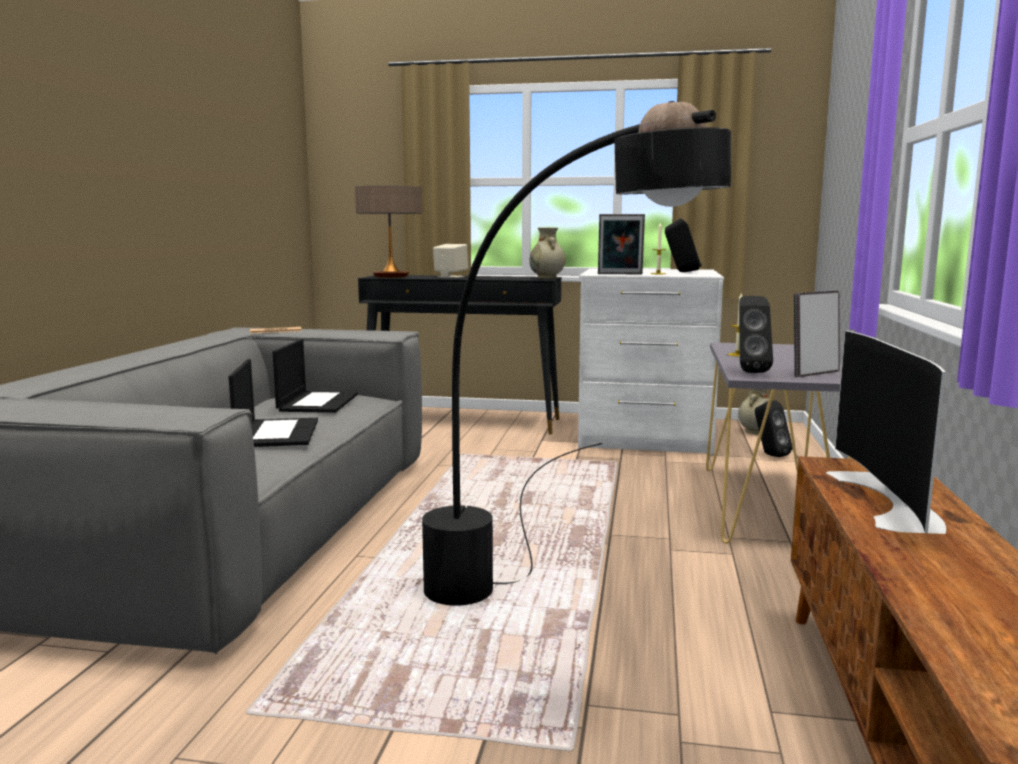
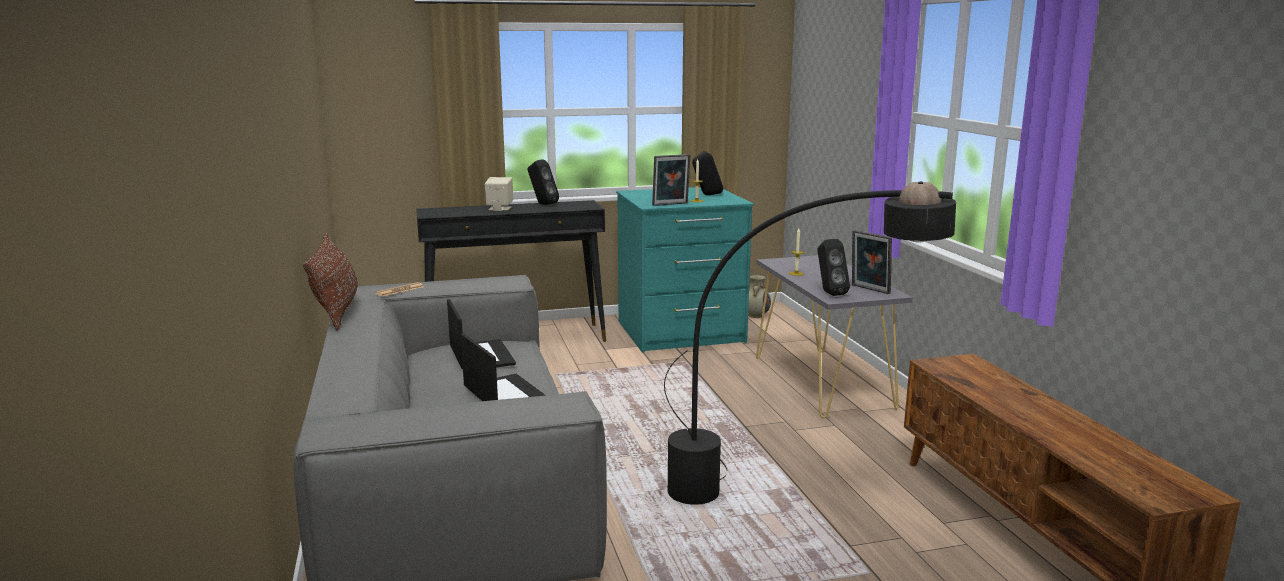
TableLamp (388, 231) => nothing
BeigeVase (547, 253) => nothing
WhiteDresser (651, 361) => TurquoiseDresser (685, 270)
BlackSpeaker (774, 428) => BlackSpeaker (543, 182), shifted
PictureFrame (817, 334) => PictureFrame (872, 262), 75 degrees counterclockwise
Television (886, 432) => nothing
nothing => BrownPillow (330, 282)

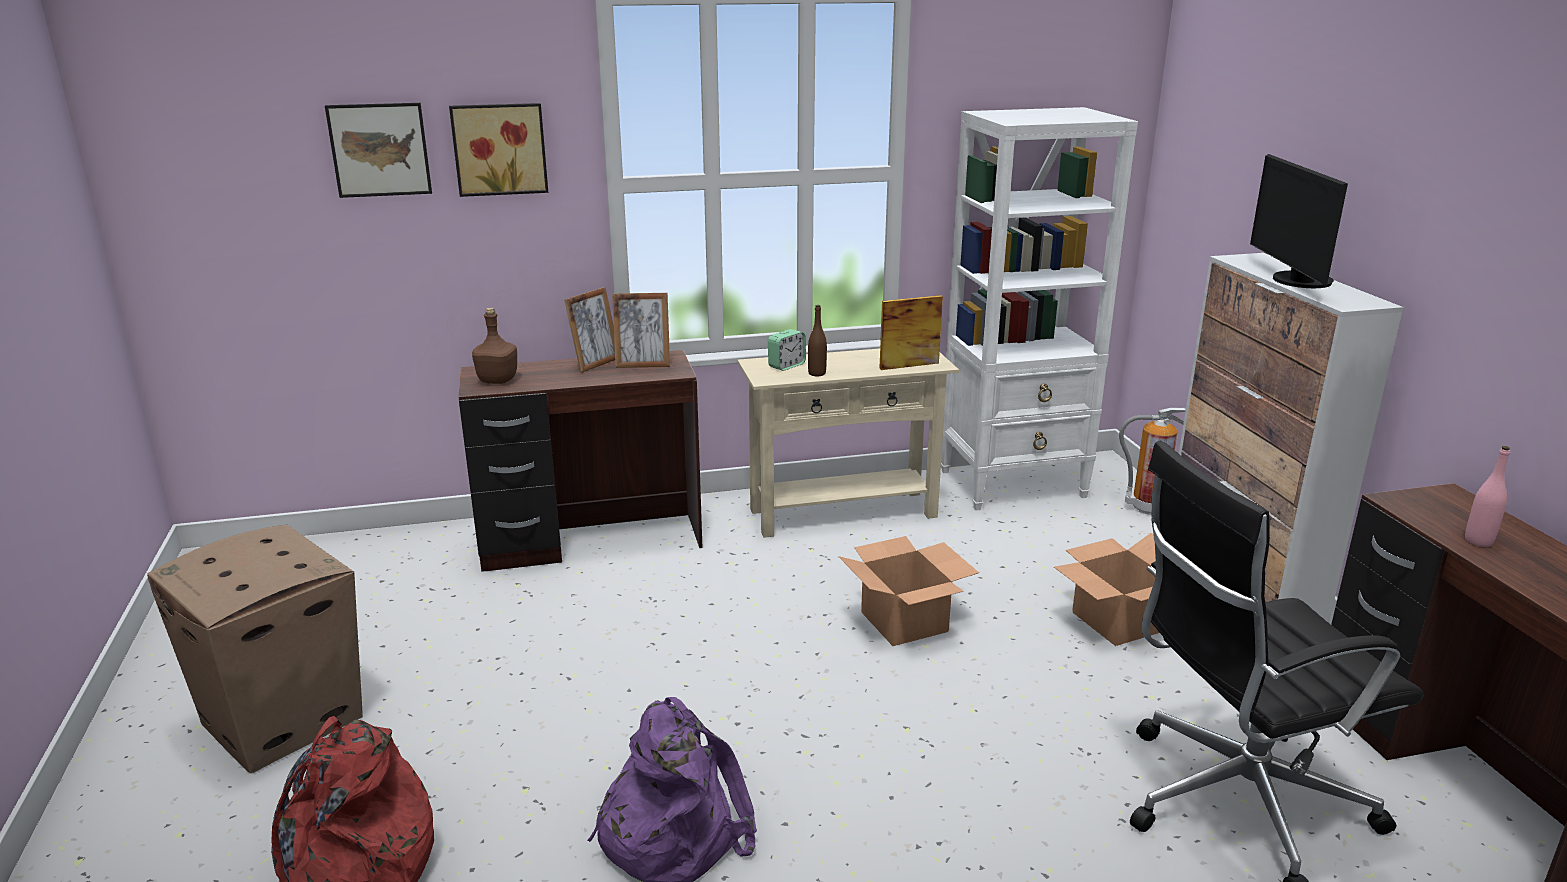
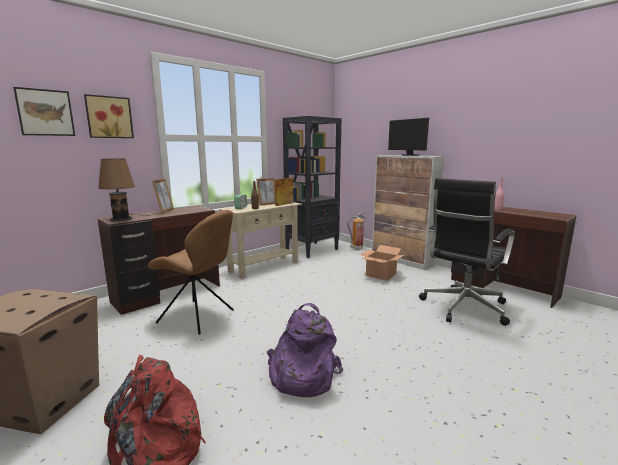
BrownBottle (494, 345) => BrownTableLamp (124, 189)
PictureFrame (641, 330) => PictureFrame (265, 192), shifted
CardboardBox (909, 591) => nothing
WhiteBookcase (1039, 308) => BlackBookcase (312, 187)
nothing => BrownChair (191, 272)

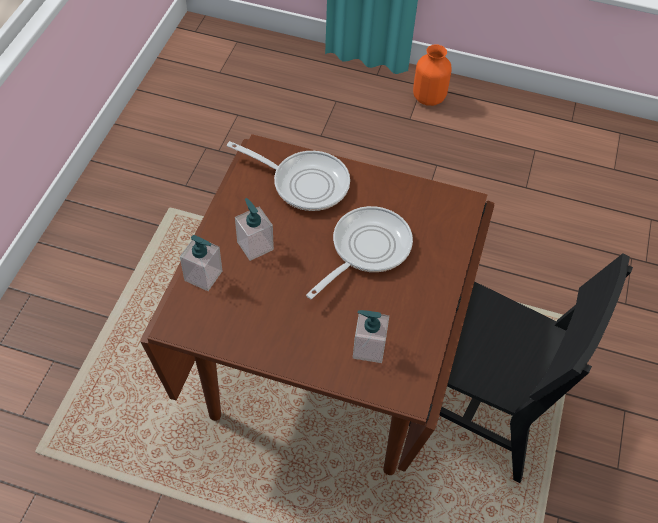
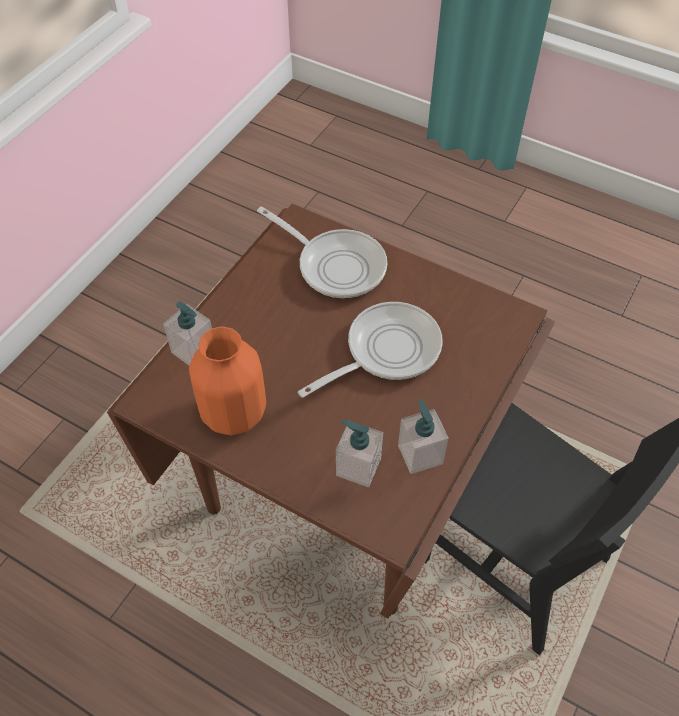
SoapDispenser (254, 229) => SoapDispenser (423, 436), shifted
OrangeVase (432, 75) => OrangeVase (227, 380), shifted

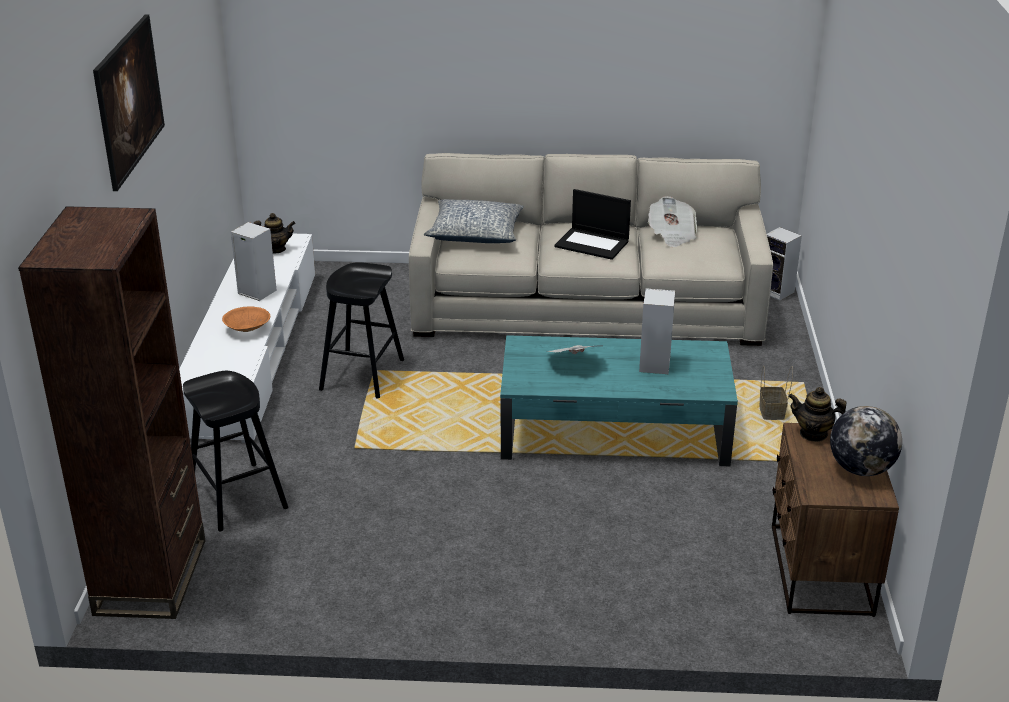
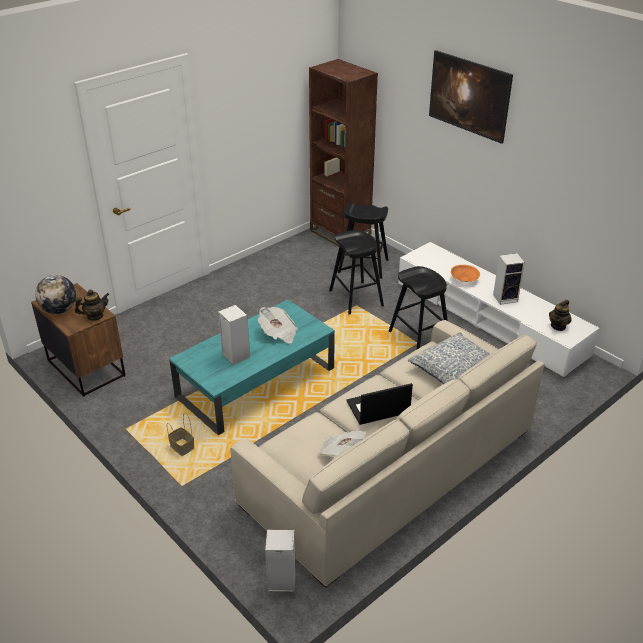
nothing => BlackStool (356, 272)

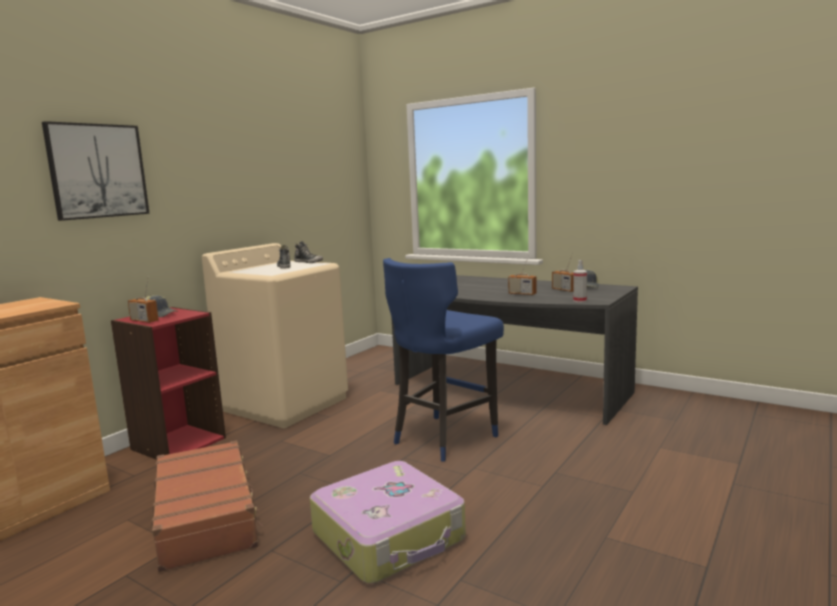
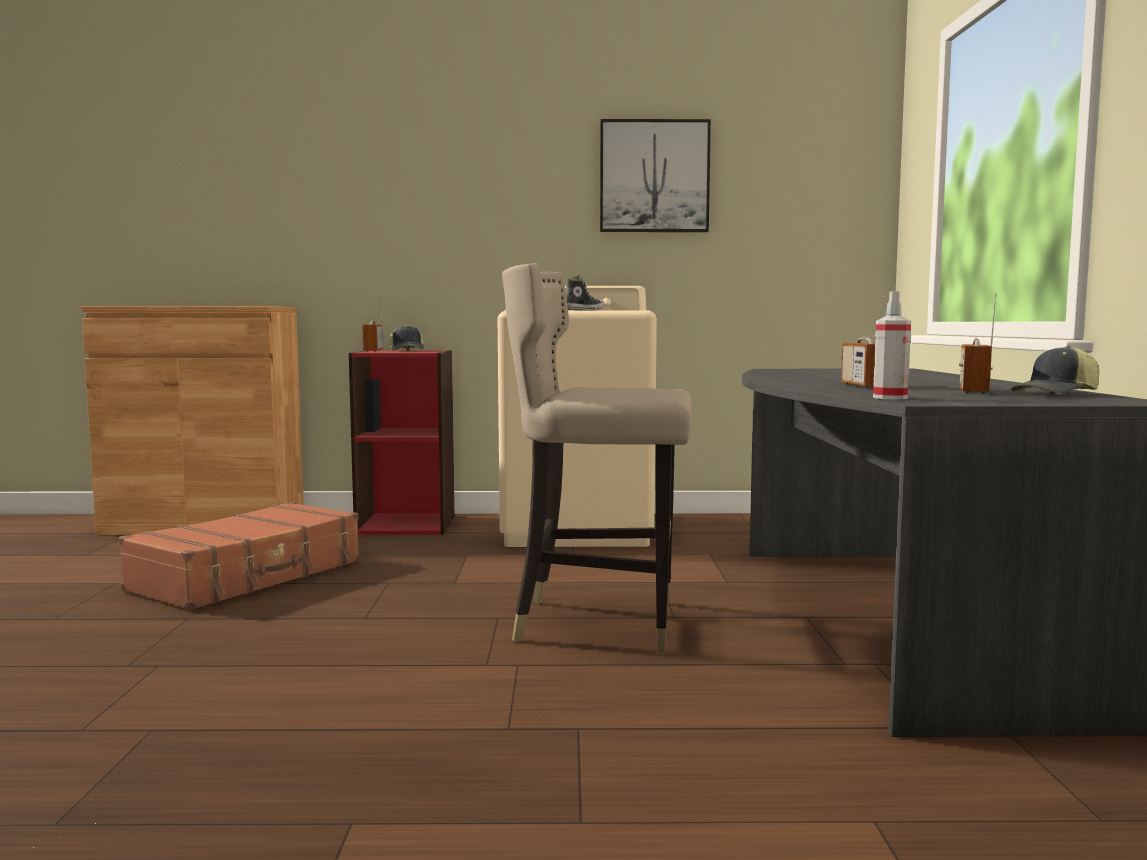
Picture (96, 171) => Picture (655, 175), shifted
Shoe (308, 252) => nothing
Suitcase (388, 522) => nothing
BlueStool (443, 360) => BeigeStool (597, 459)

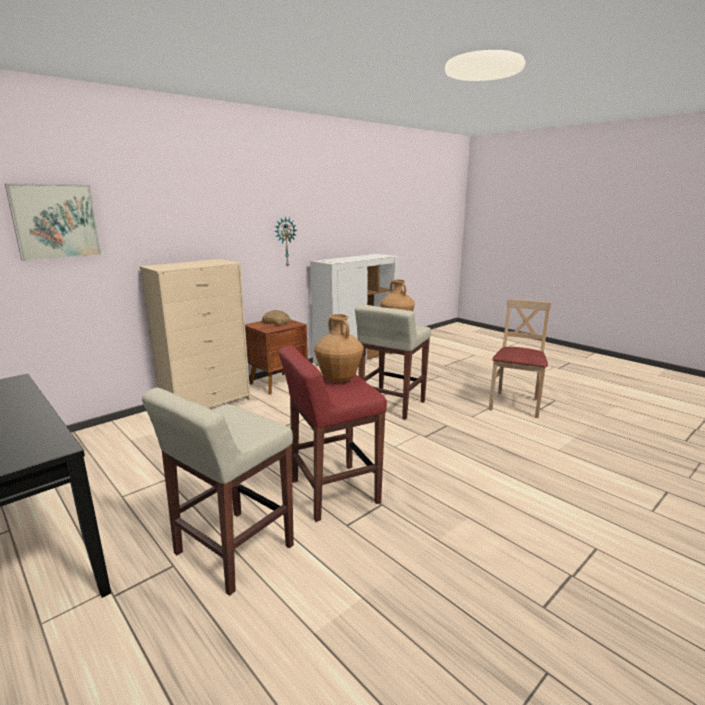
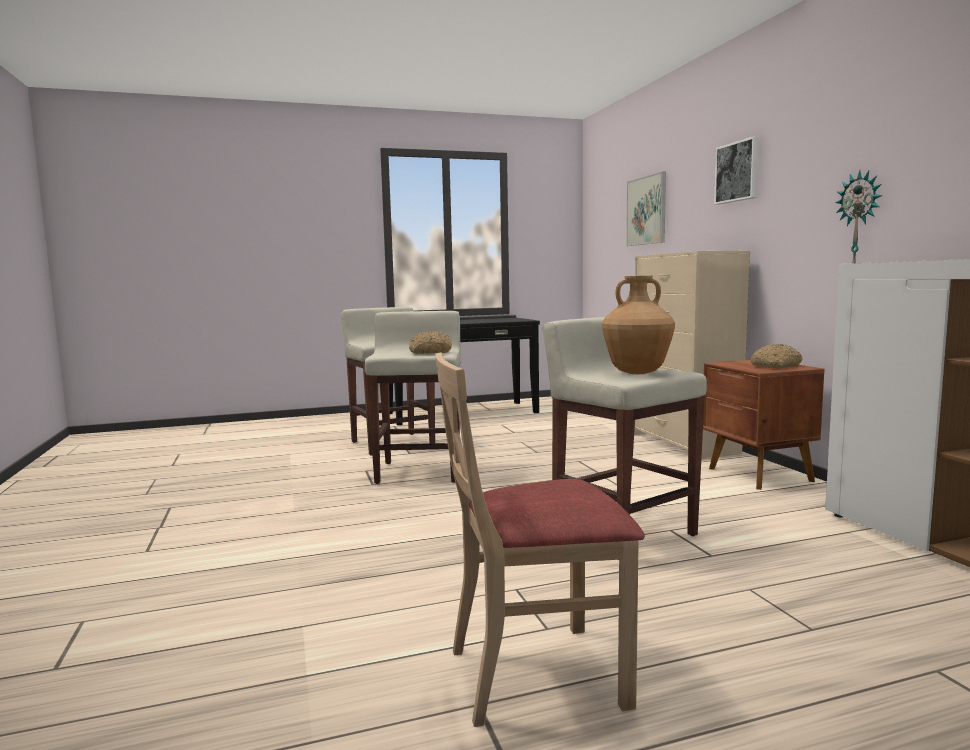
RedStool (333, 434) => BeigeStool (413, 397)
BrownVase (338, 348) => Bread (430, 342)
BeigeChair (520, 358) => BeigeChair (540, 540), 120 degrees clockwise
nothing => Picture (737, 170)

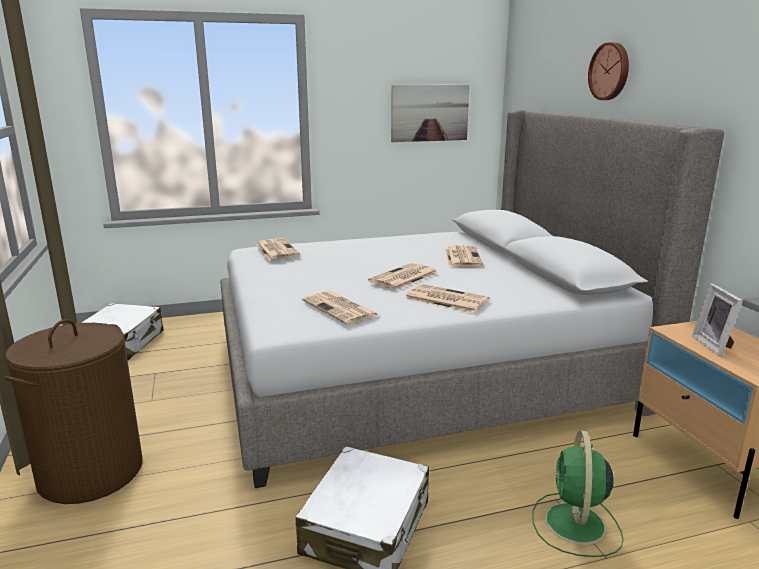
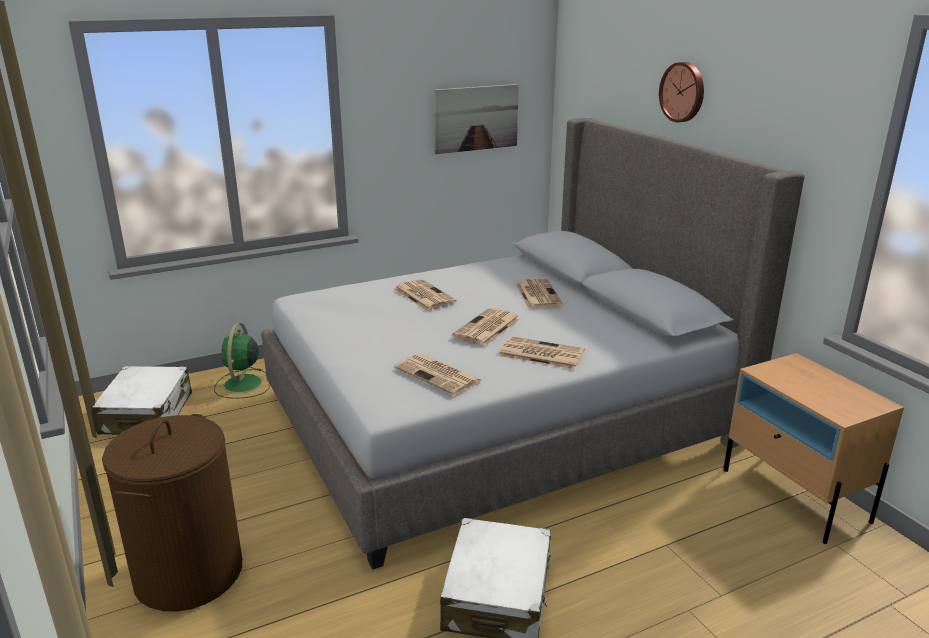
Newspaper (278, 249) => Newspaper (425, 295), shifted
GreenFan (578, 493) => GreenFan (242, 361), shifted
PictureFrame (717, 320) => nothing

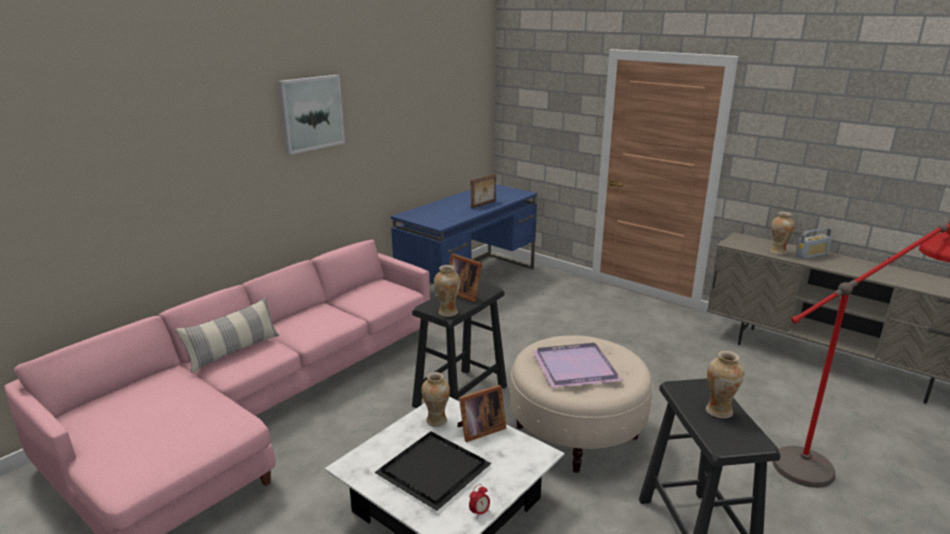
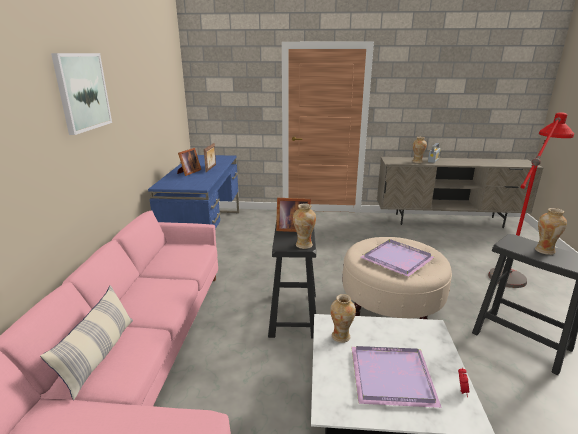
BlackTray (433, 471) => PurpleTray (396, 377)
PictureFrame (481, 413) => PictureFrame (189, 162), shifted

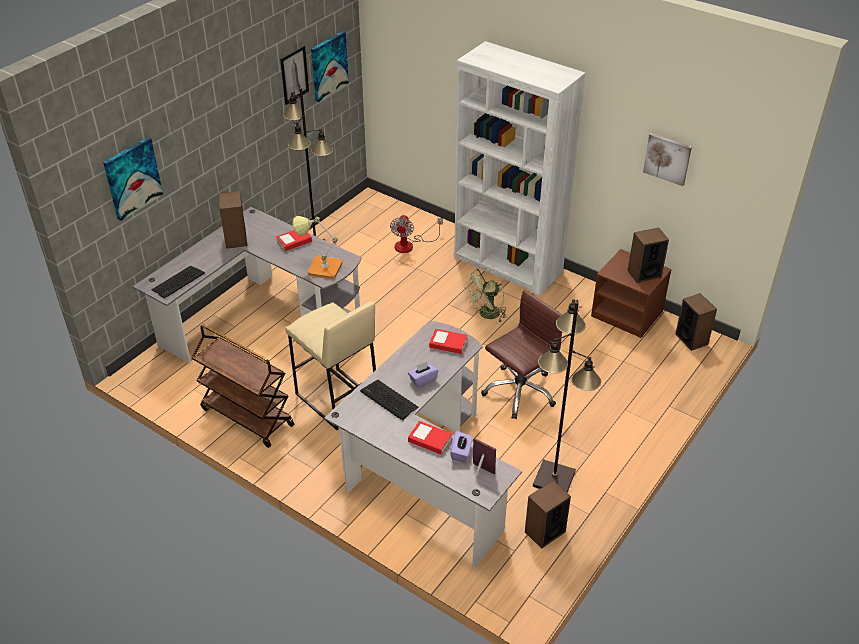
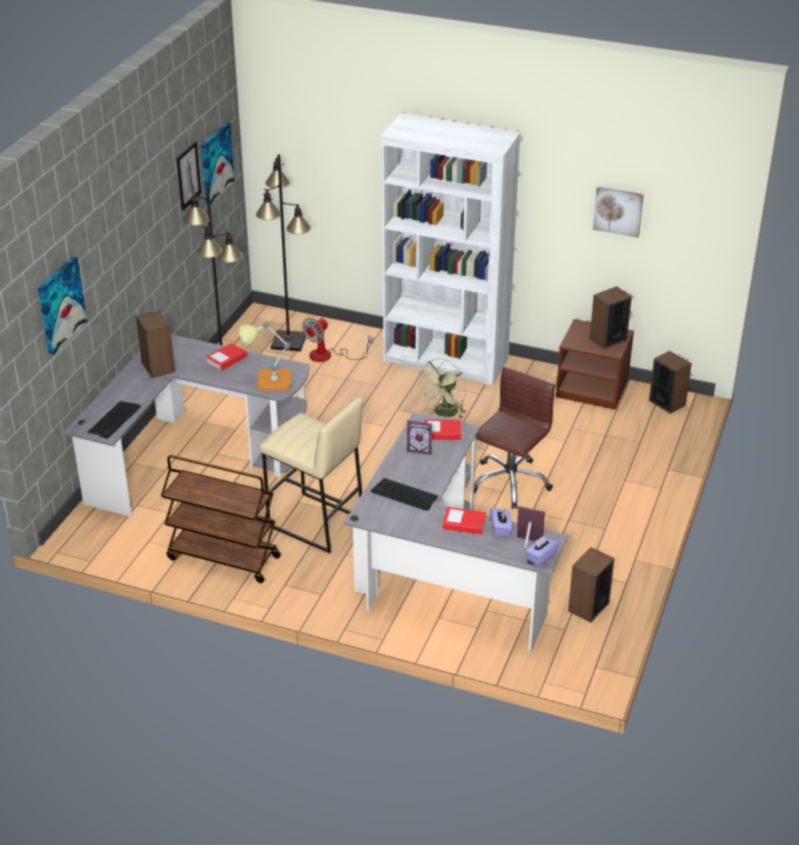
Fan (416, 234) => Fan (337, 340), 45 degrees clockwise
PurpleTissueBox (423, 374) => PurpleTissueBox (542, 551), shifted
BlackFloorLamp (567, 396) => BlackFloorLamp (283, 252), shifted
nothing => PictureFrame (419, 437)

